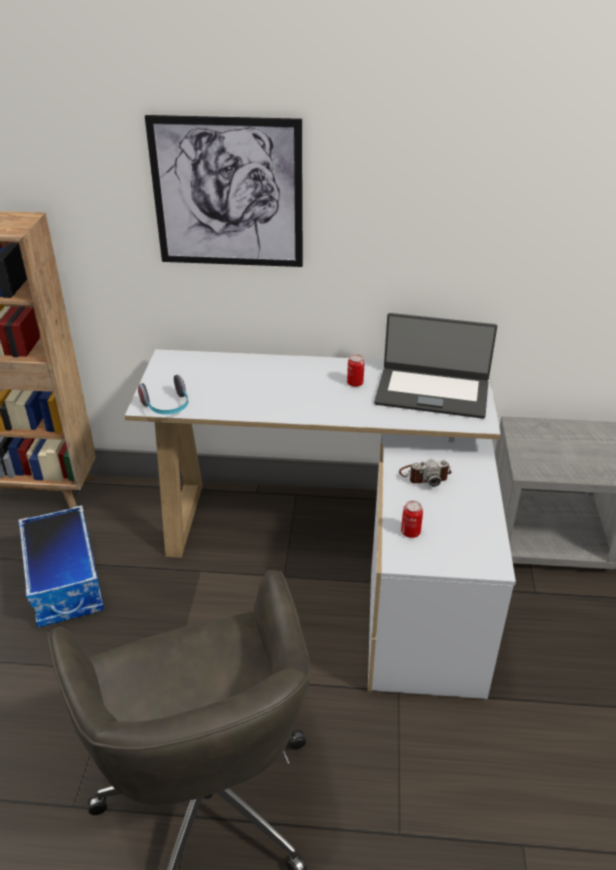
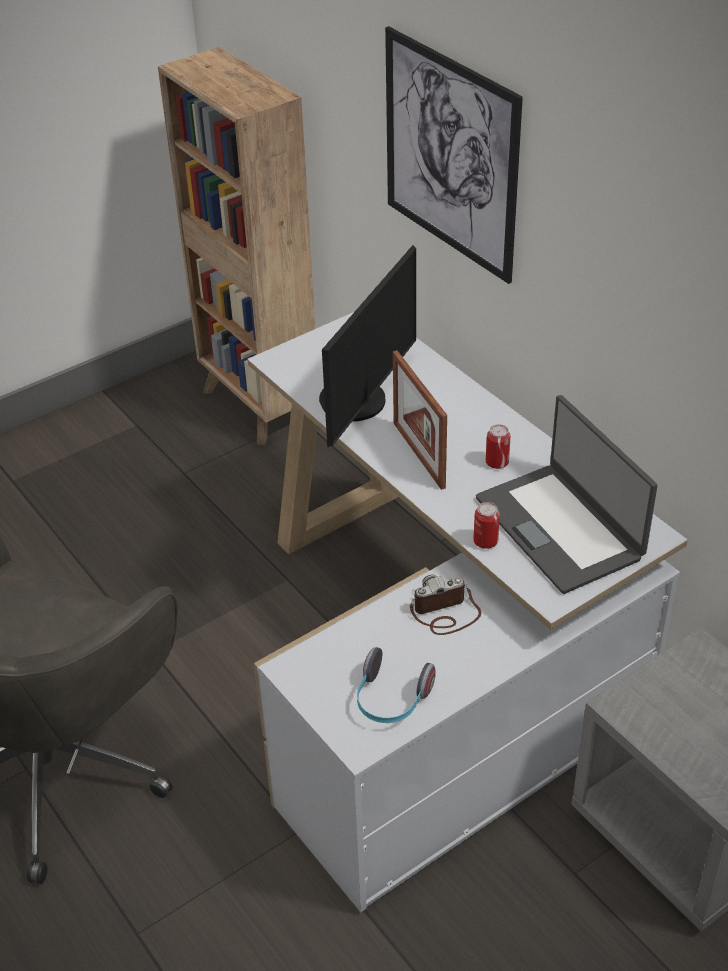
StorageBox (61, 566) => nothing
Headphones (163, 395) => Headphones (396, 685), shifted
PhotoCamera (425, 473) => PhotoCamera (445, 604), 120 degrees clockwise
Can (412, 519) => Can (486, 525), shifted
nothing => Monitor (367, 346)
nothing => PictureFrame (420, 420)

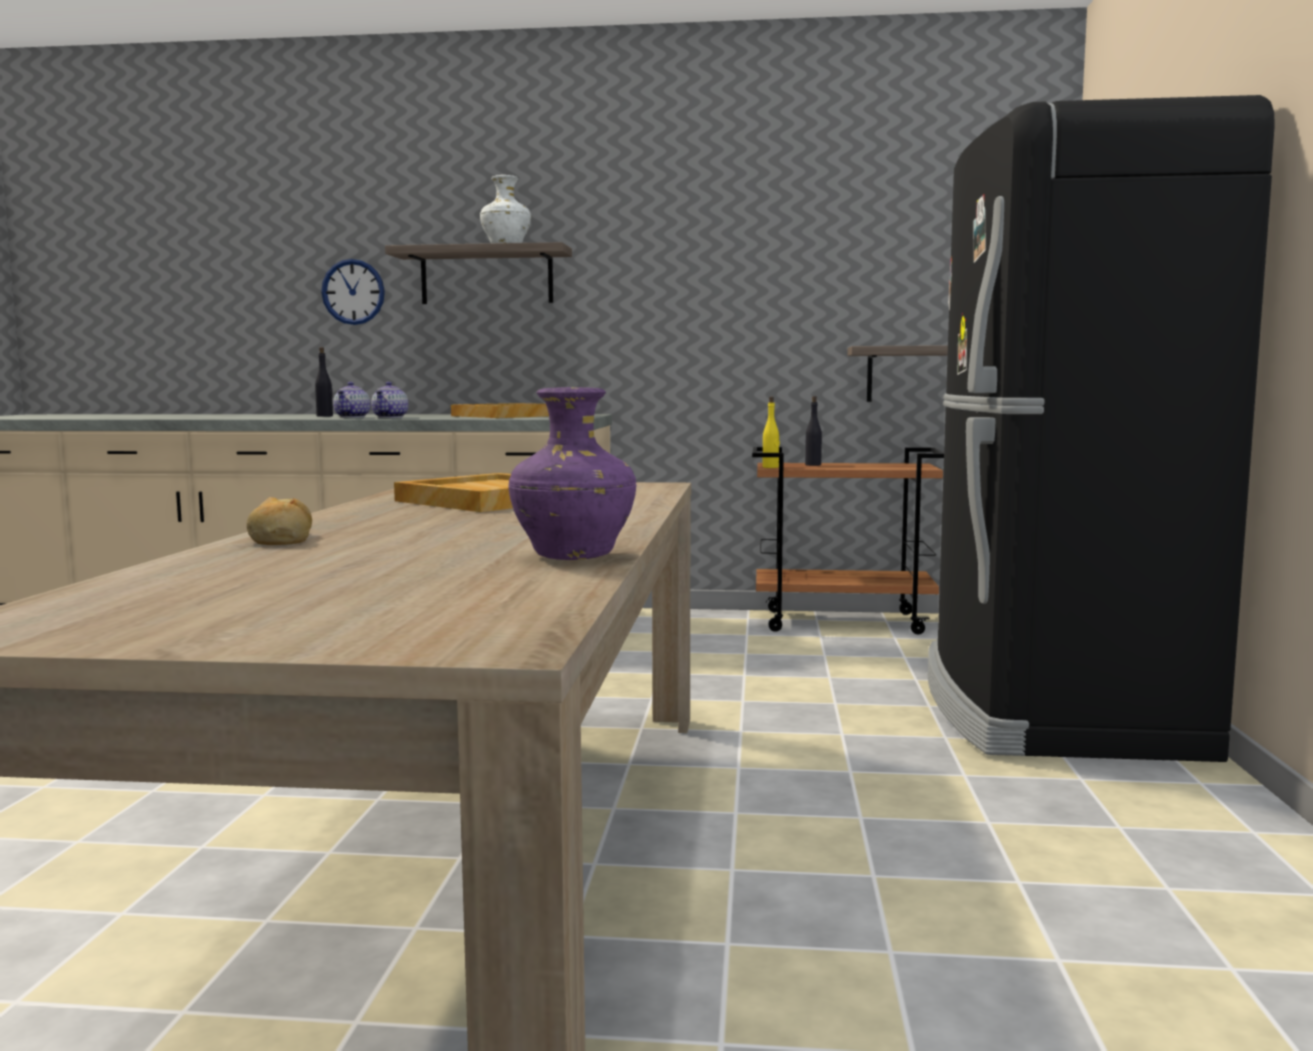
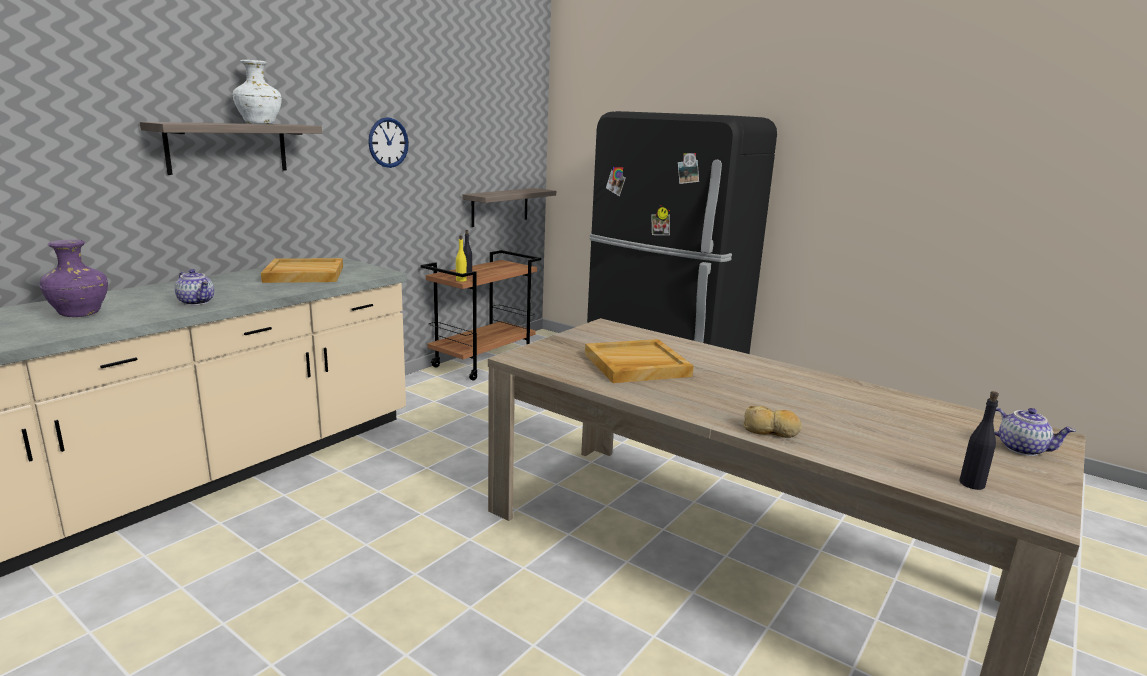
BlackBottle (324, 382) => BlackBottle (979, 440), shifted
WallClock (353, 292) => WallClock (388, 142), shifted
Teapot (389, 400) => Teapot (1035, 432), shifted
PurpleVase (572, 473) => PurpleVase (73, 278), shifted

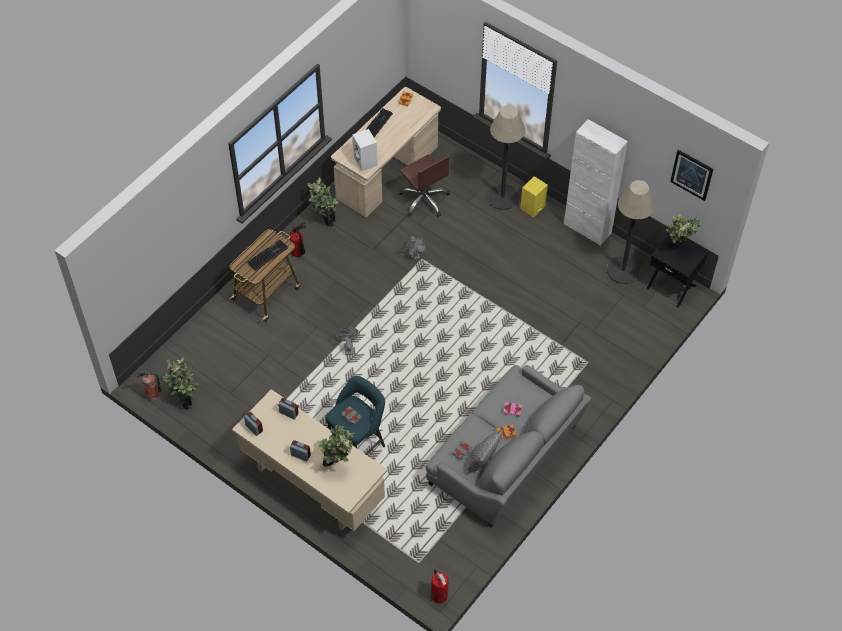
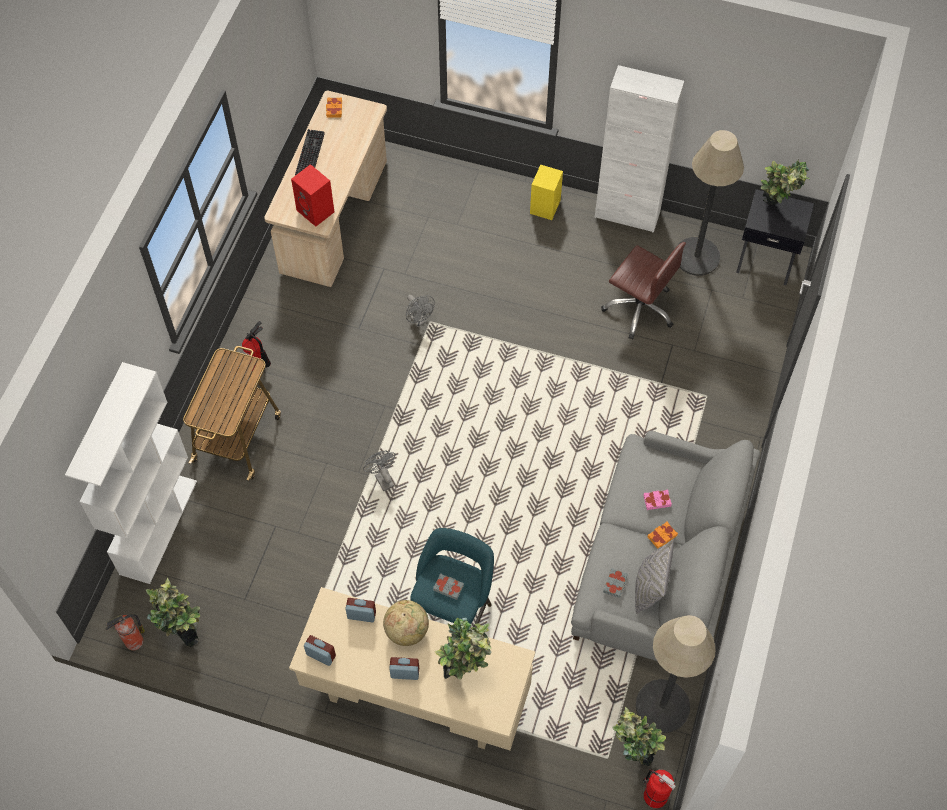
Keyboard (267, 255) => nothing
PottedPlant (323, 202) => PottedPlant (639, 736), shifted
WhiteSpeaker (365, 150) => RedSpeaker (312, 195)
BrownOfficeChair (424, 185) => BrownOfficeChair (643, 290), shifted
FloorLamp (506, 157) => FloorLamp (676, 674), shifted
Picture (691, 175) => nothing
nothing => WhiteBookcase (131, 473)
nothing => Globe (406, 623)

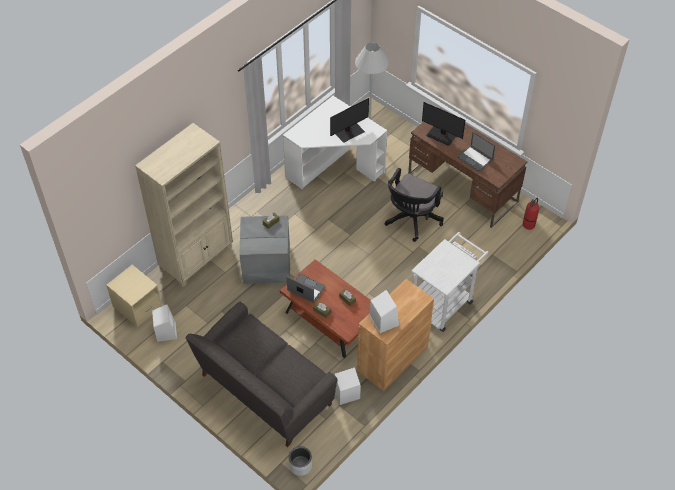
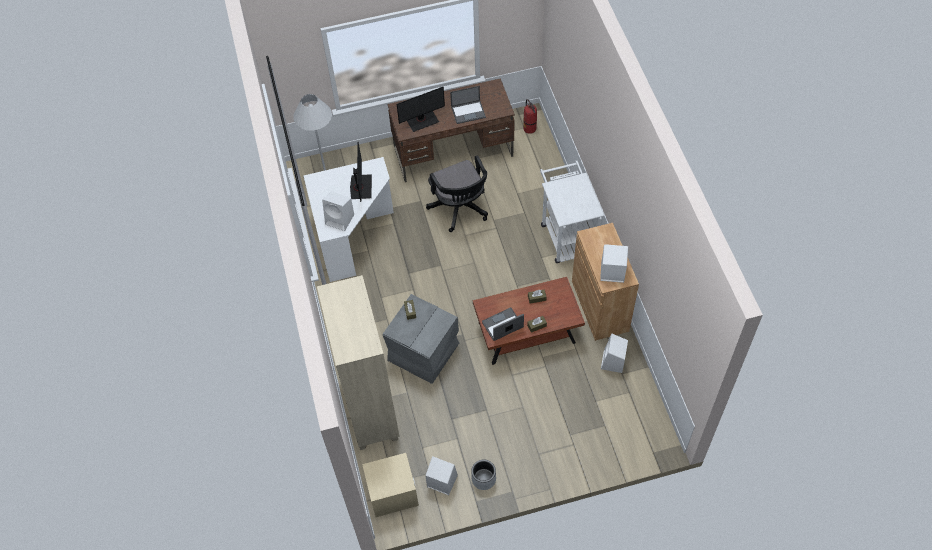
GreySofa (261, 374) => nothing
GreyPlanter (300, 461) => GreyPlanter (483, 475), shifted
nothing => WhiteSpeaker (338, 211)

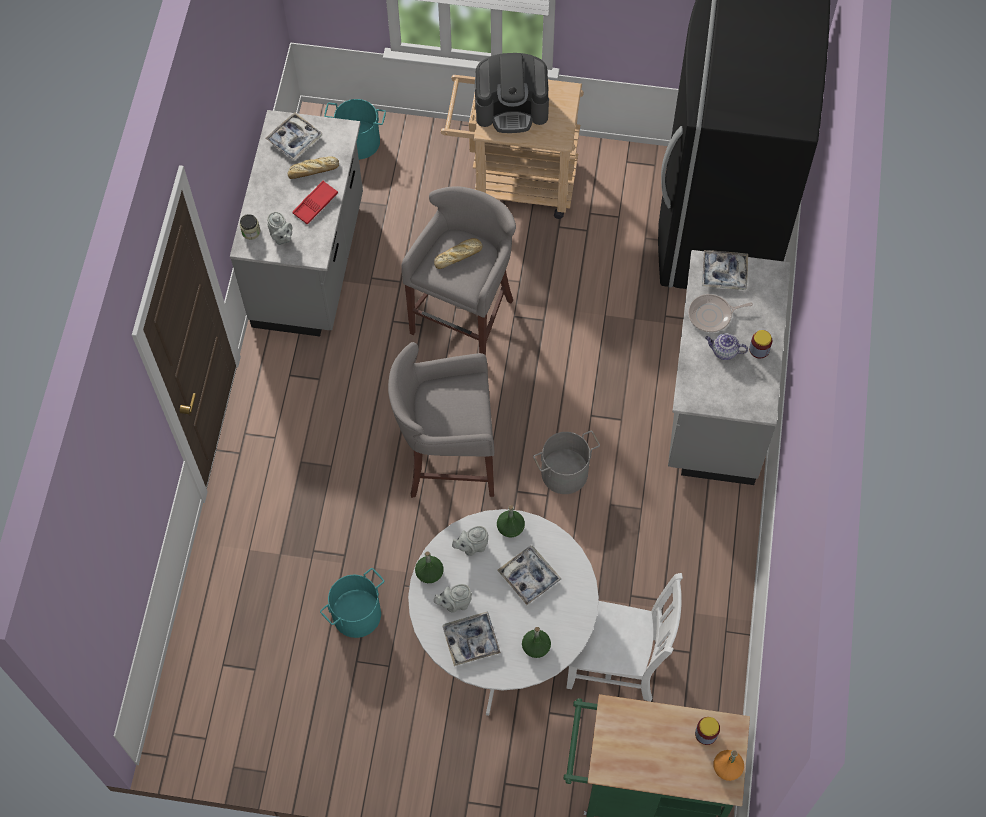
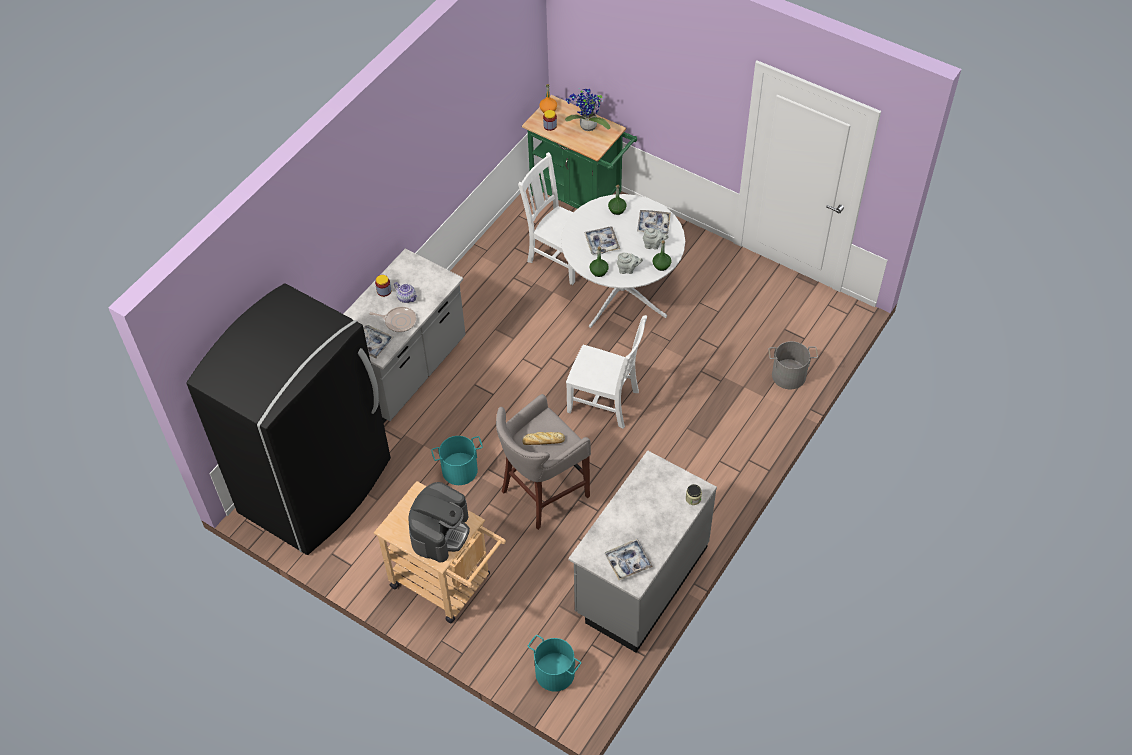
GreyTeapot (279, 228) => nothing
Bread (313, 167) => nothing
RedTray (315, 202) => nothing
TurquoiseBucket (352, 603) => TurquoiseBucket (457, 460), shifted
GreyStool (441, 420) => WhiteChair (606, 372)
CoffeeMachine (512, 93) => CoffeeMachine (439, 522), 90 degrees clockwise
GreyBucket (566, 462) => GreyBucket (793, 365), shifted
nothing => PottedPlant (588, 109)

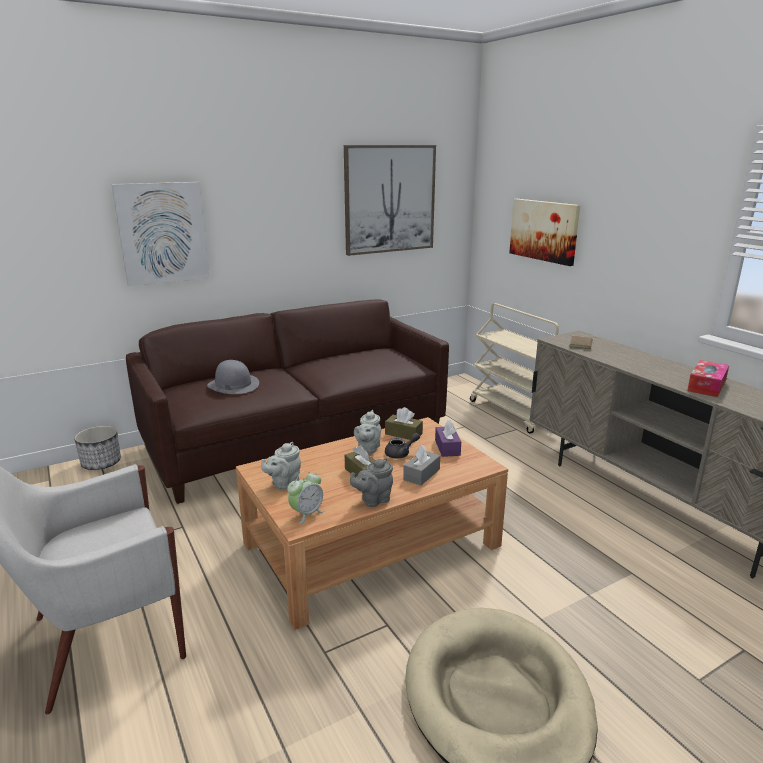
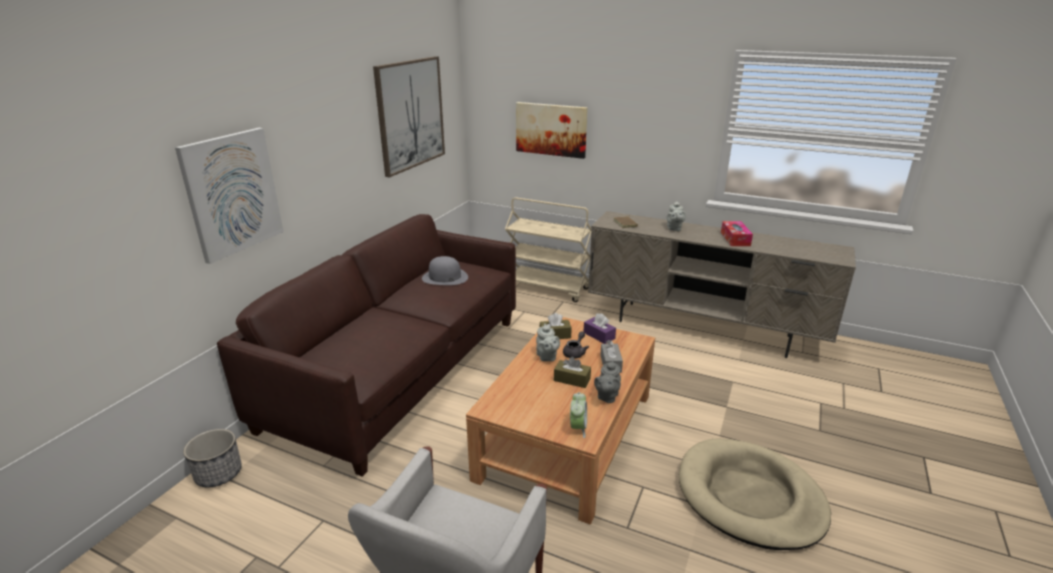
GreyHat (233, 377) => GreyHat (445, 270), shifted
GreyTeapot (281, 466) => GreyTeapot (676, 216), shifted

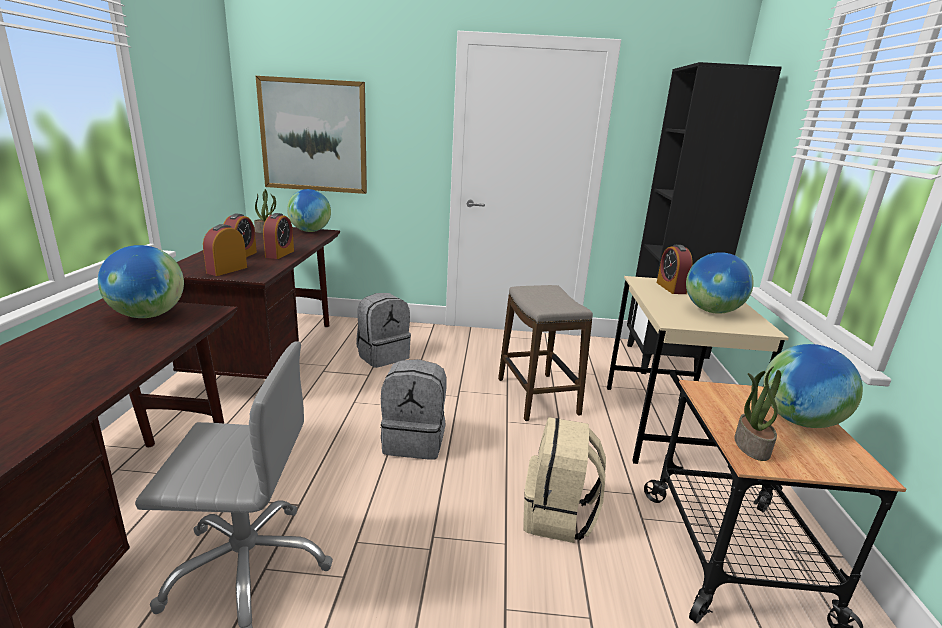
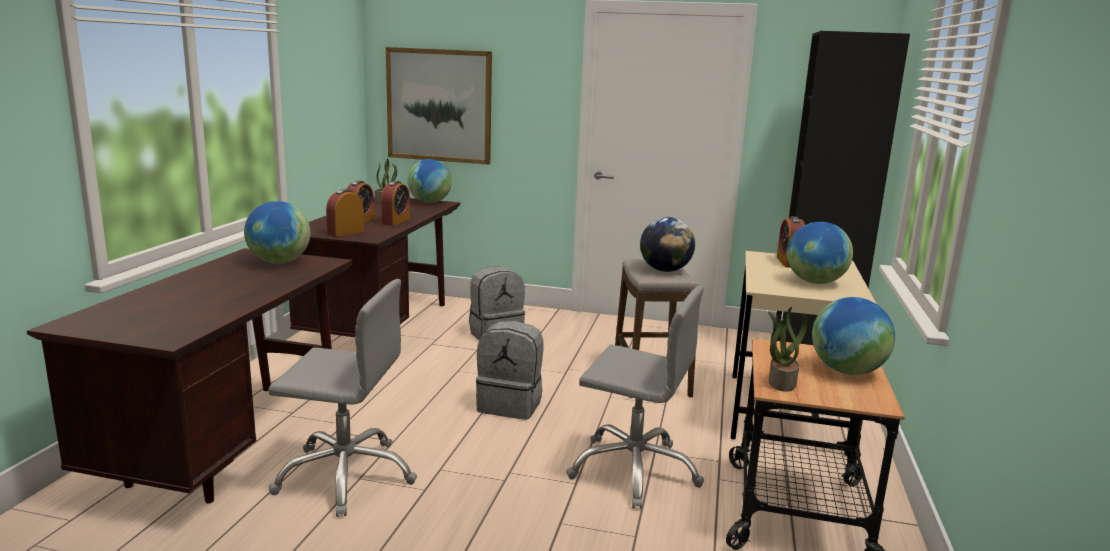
BeigeBackpack (564, 480) => GreyOfficeChair (635, 397)
nothing => Globe (667, 244)

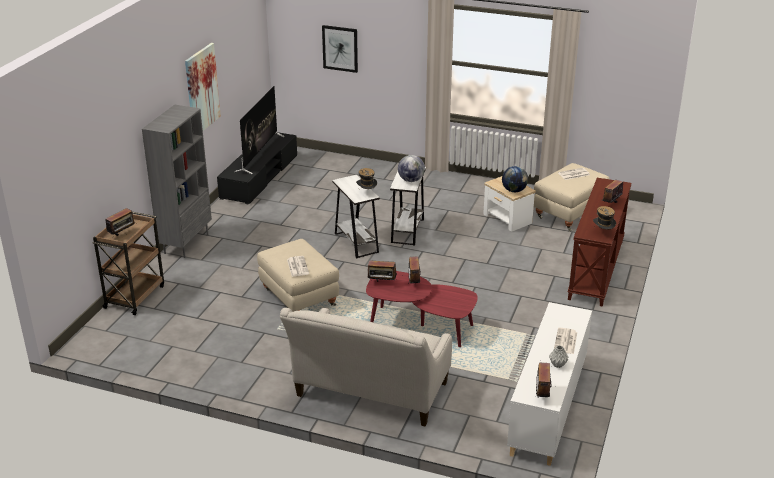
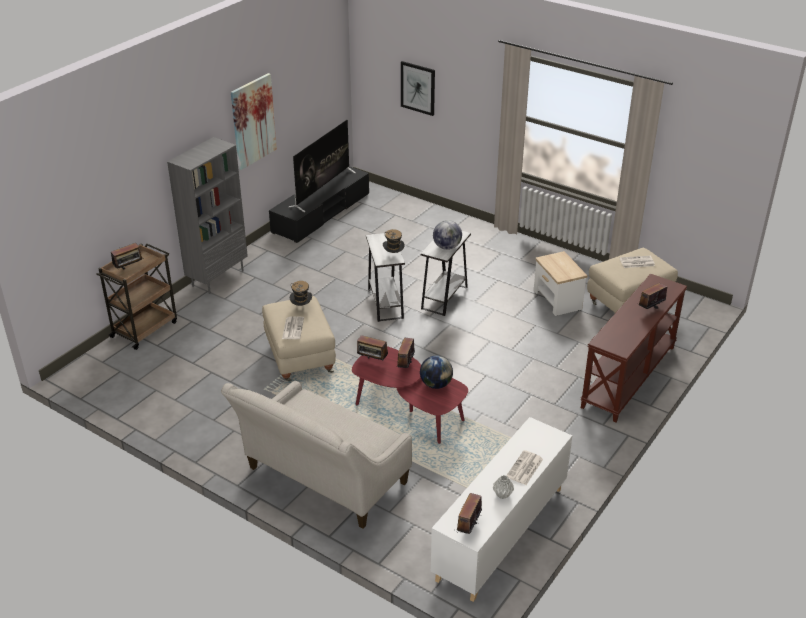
Globe (515, 179) => Globe (436, 372), shifted
Hat (604, 217) => Hat (301, 293), shifted

